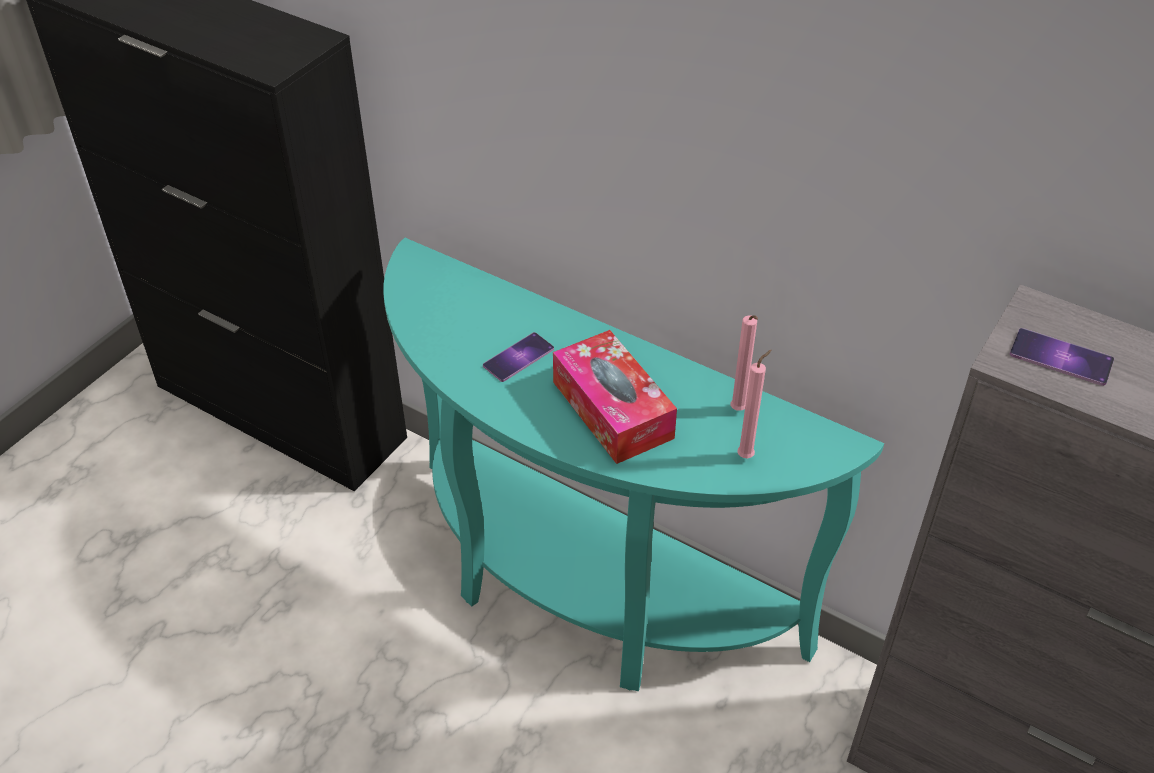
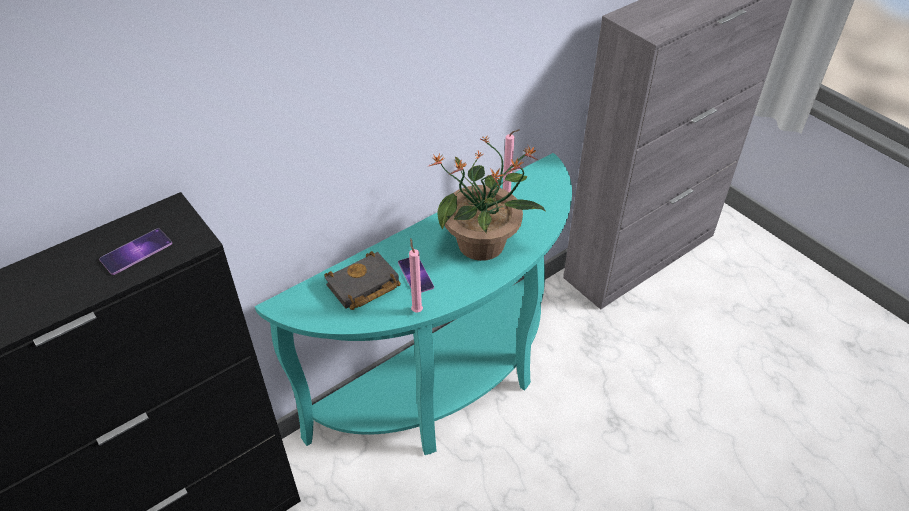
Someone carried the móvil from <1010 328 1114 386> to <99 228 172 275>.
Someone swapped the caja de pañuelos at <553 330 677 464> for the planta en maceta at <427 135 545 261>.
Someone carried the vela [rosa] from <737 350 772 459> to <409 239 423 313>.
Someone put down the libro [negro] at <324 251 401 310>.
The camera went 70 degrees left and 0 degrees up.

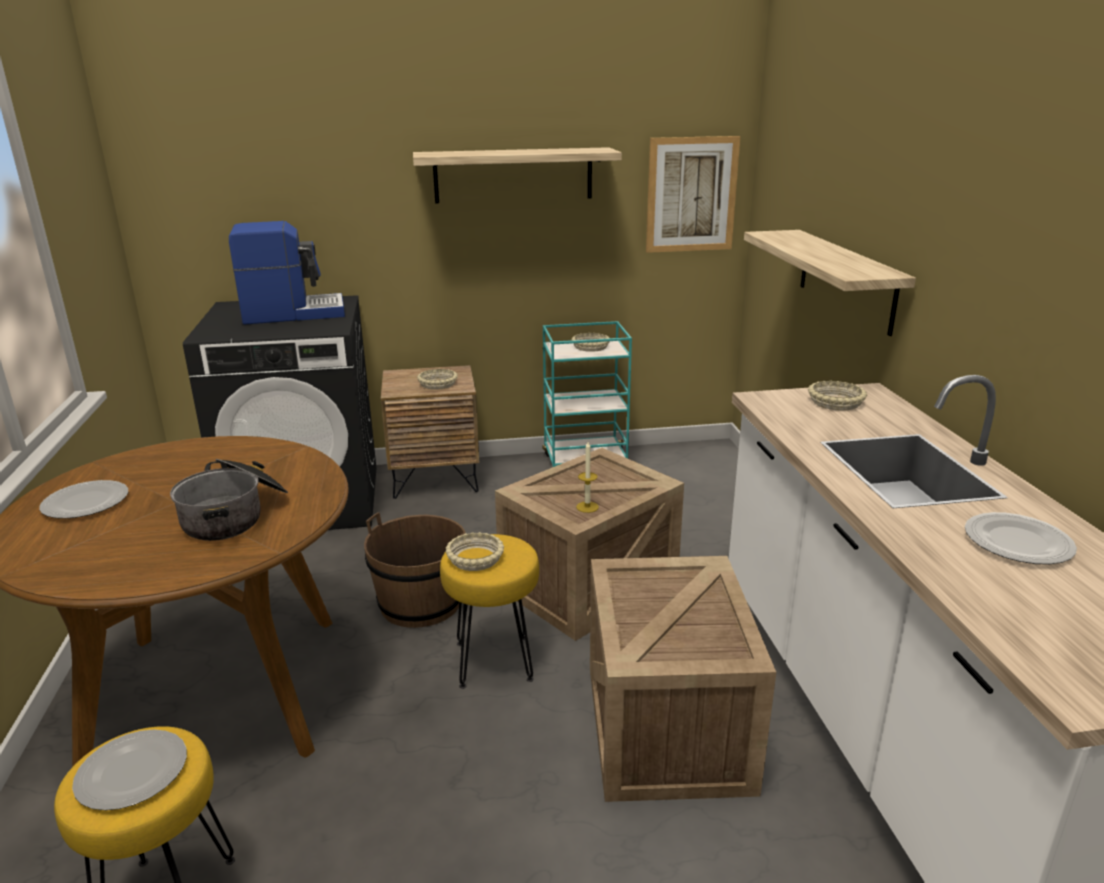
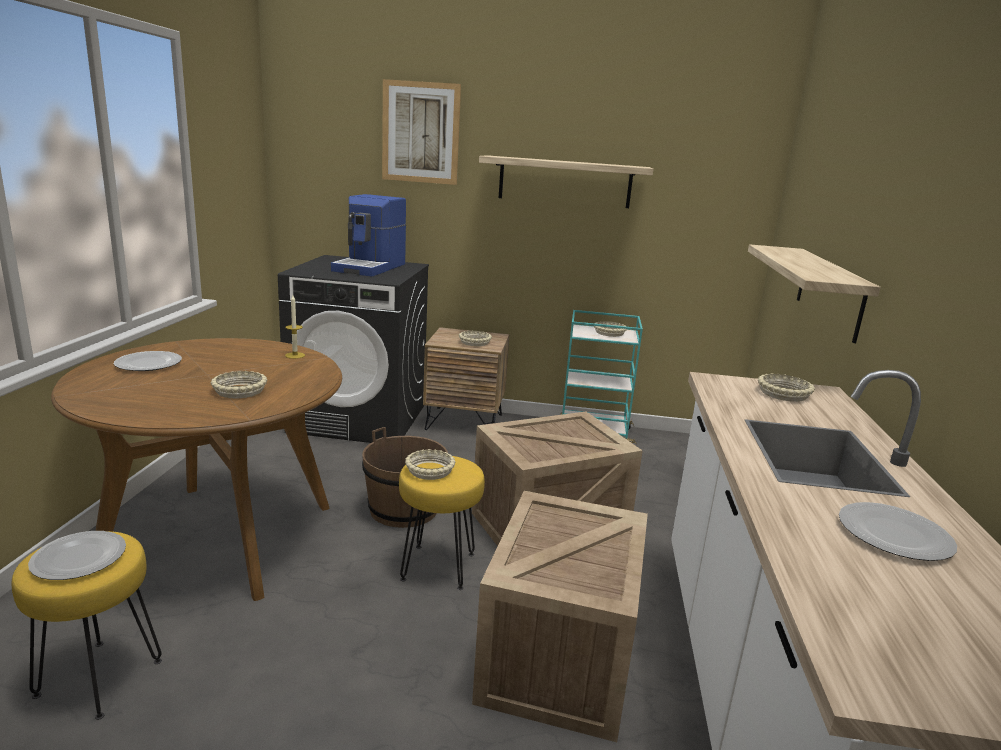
Someone carried the cuadro from <646 136 741 253> to <382 79 461 185>.
Someone rotated the cafetera at <229 221 345 325> by 105 degrees clockwise.
Someone carried the vela from <576 442 599 513> to <285 295 305 359>.
Someone swapped the olla at <170 459 288 541> for the cuenco [beis] at <211 371 267 398>.
The camera went 15 degrees right and 5 degrees down.

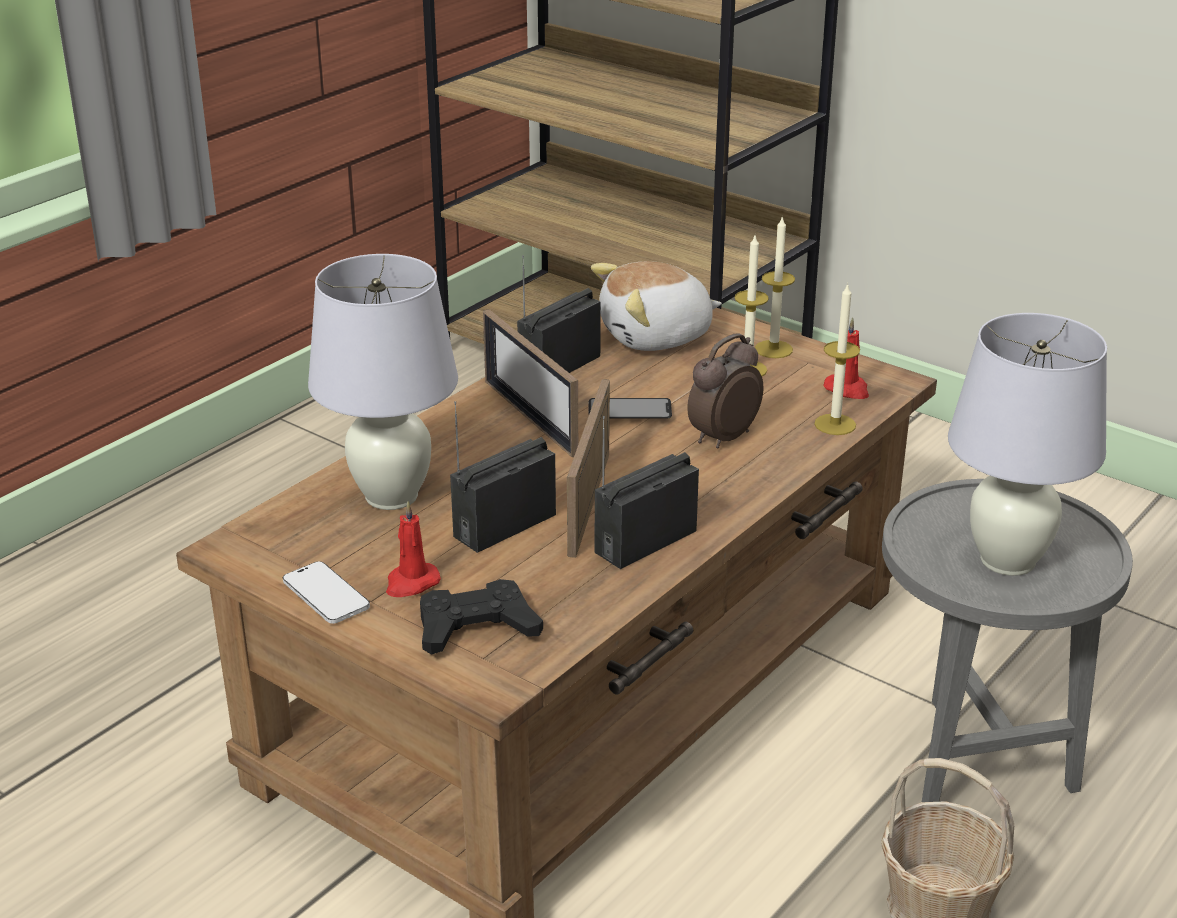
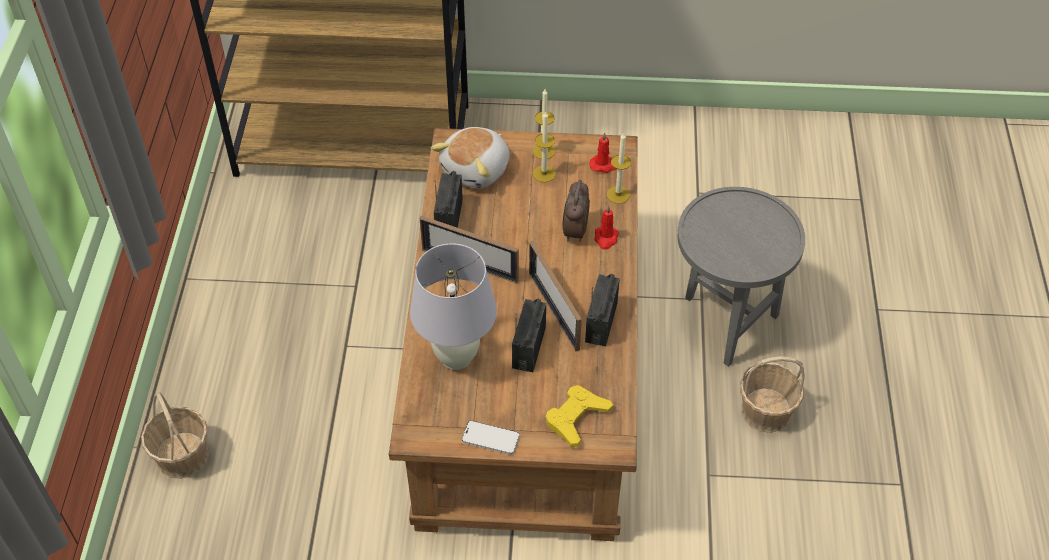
Someone took away the lámpara de mesa [blanco] at <948 313 1107 576>.
Someone took away the móvil at <589 398 672 418>.
Someone carried the vela [rojo] from <386 501 441 597> to <595 205 619 250>.
Someone repainted the mando de consola [negro] at <420 579 543 655>, which became the mando de consola [amarillo] at <546 385 613 447>.
Someone put down the cesta at <141 392 209 479>.
The camera went 35 degrees left and 20 degrees up.

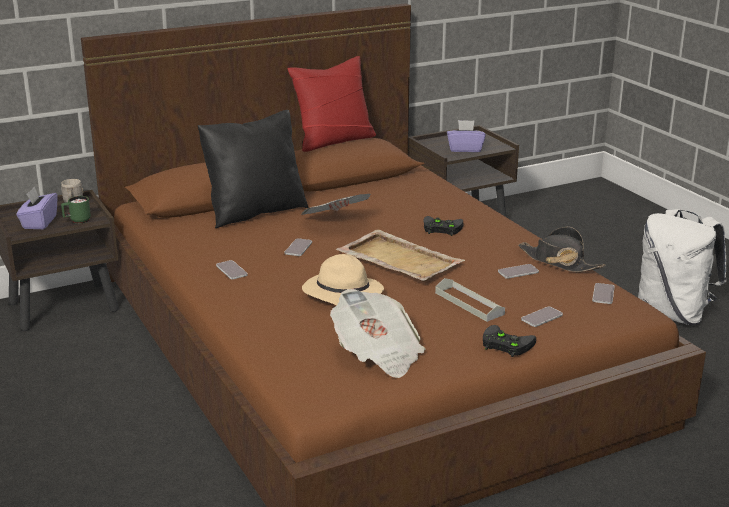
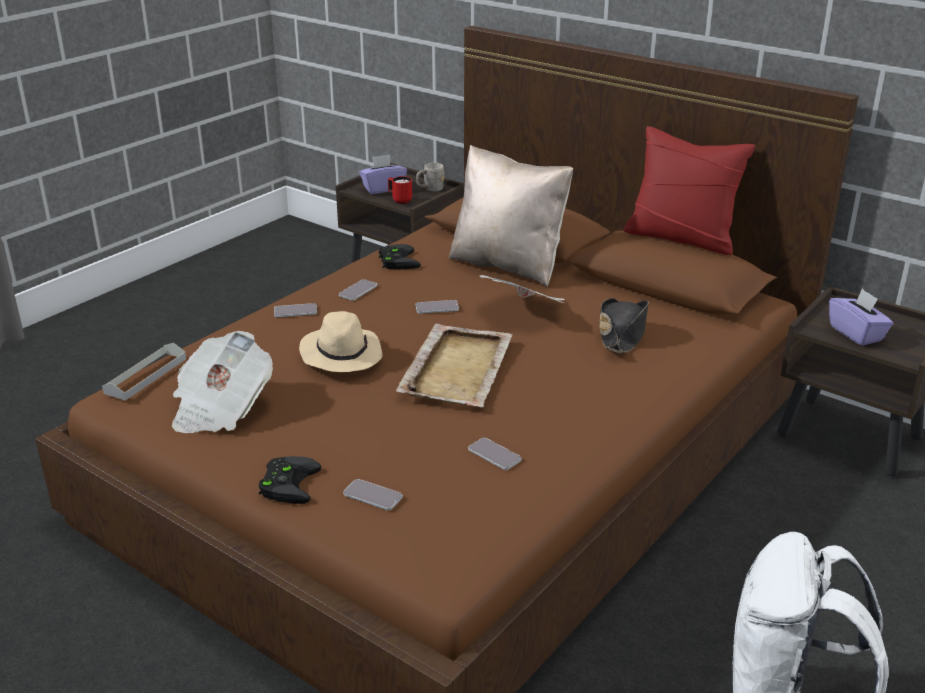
Someone repainted the cojín [negro] at <198 110 309 228>, which became the cojín [beis] at <449 145 573 287>.
Someone repainted the taza grande [verde] at <61 196 91 224>, which became the taza grande [rojo] at <388 176 412 204>.
Someone carried the mando de consola [negro] from <423 216 464 236> to <379 244 421 269>.
Someone carried the sombrero [negro] from <518 227 605 272> to <599 298 649 353>.
Someone carried the bandeja [gris] from <435 278 505 322> to <102 343 186 401>.
Someone carried the móvil from <592 283 615 304> to <274 303 317 317>.
The camera went 65 degrees right and 5 degrees up.

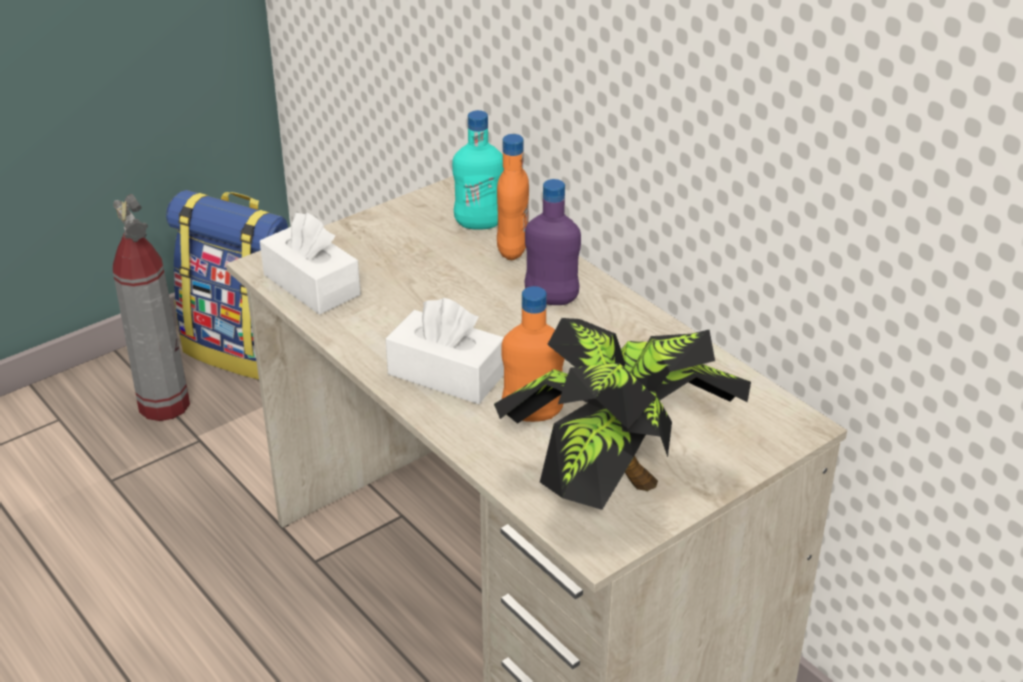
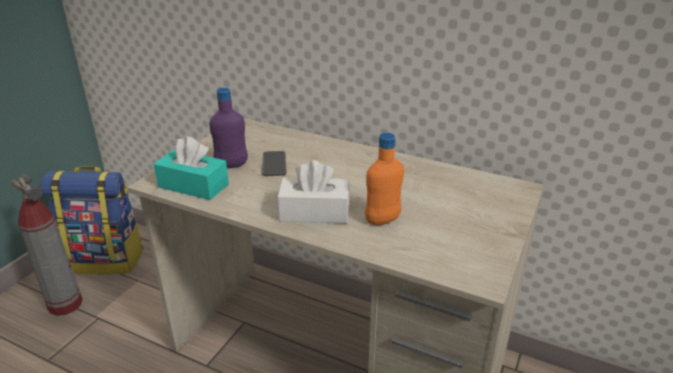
Someone took away the botella [turquesa] at <452 110 504 230>.
Someone took away the botella [naranja] at <497 134 529 260>.
Someone carried the botella [morado] from <525 179 581 305> to <209 88 248 168>.
Someone repainted the caja de pañuelos [blanco] at <260 212 361 315>, which became the caja de pañuelos [turquesa] at <154 136 229 200>.
Someone took away the planta en maceta at <494 318 751 510>.
Someone put down the móvil at <262 151 286 176>.
The camera went 25 degrees left and 5 degrees down.

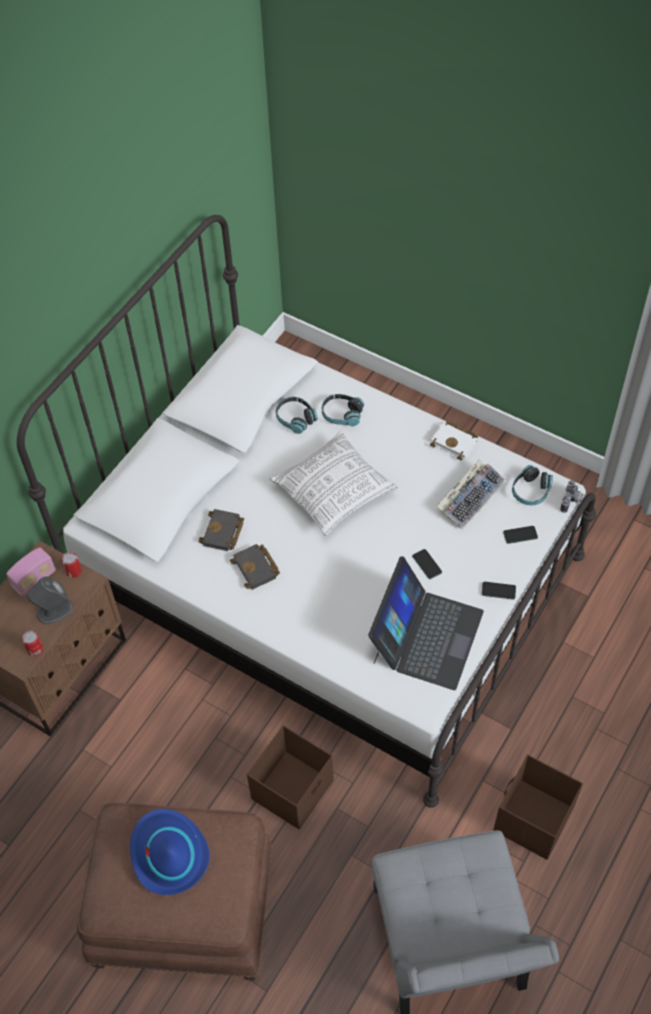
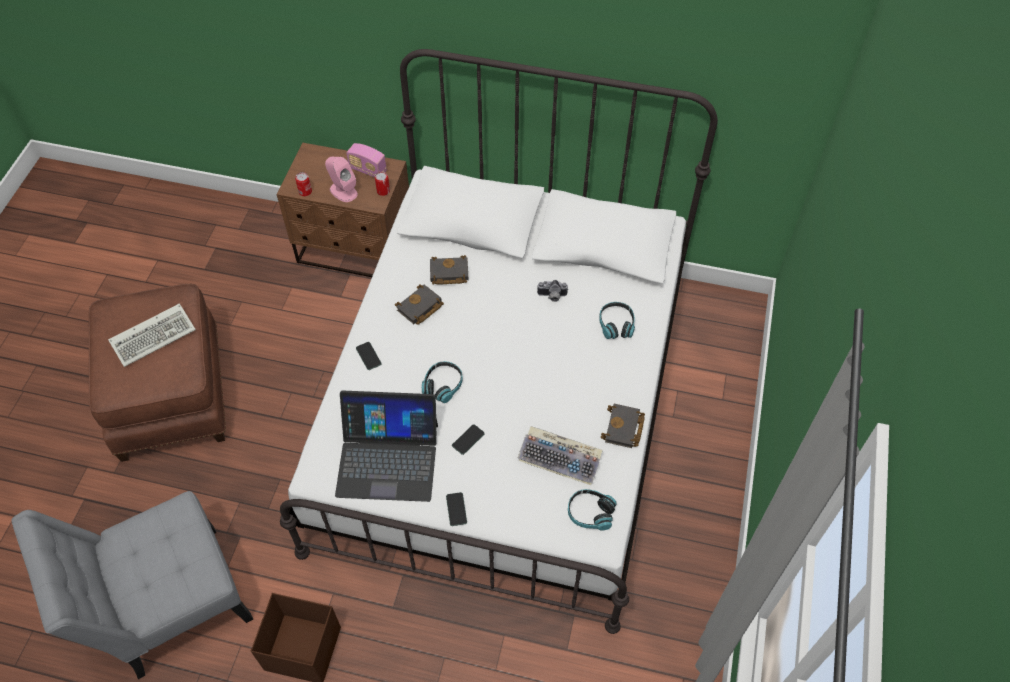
Someone carried the auriculares from <276 397 318 434> to <422 361 463 403>.
Someone repainted the libro [blanco] at <430 421 478 461>, which became the libro [negro] at <601 404 645 448>.
Someone took away the cojín at <269 431 398 536>.
Someone carried the cámara from <560 480 583 513> to <537 280 568 302>.
Someone carried the móvil from <503 526 538 544> to <356 342 382 370>.
Someone repainted the altavoz [gris] at <27 576 73 624>, which became the altavoz [rosa] at <325 157 358 202>.
Someone took away the caja de almacenaje [marrón] at <247 725 334 830>.
Someone swapped the sombrero [azul] at <130 809 210 895> for the teclado at <108 303 196 367>.
The camera went 70 degrees right and 0 degrees up.

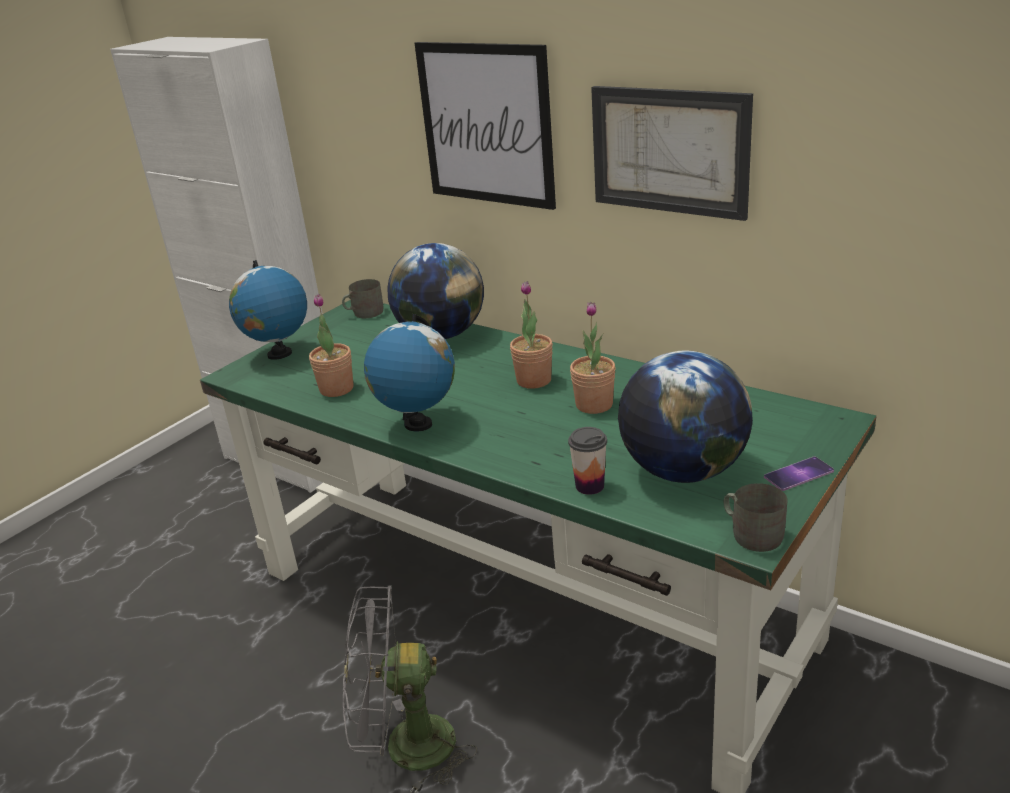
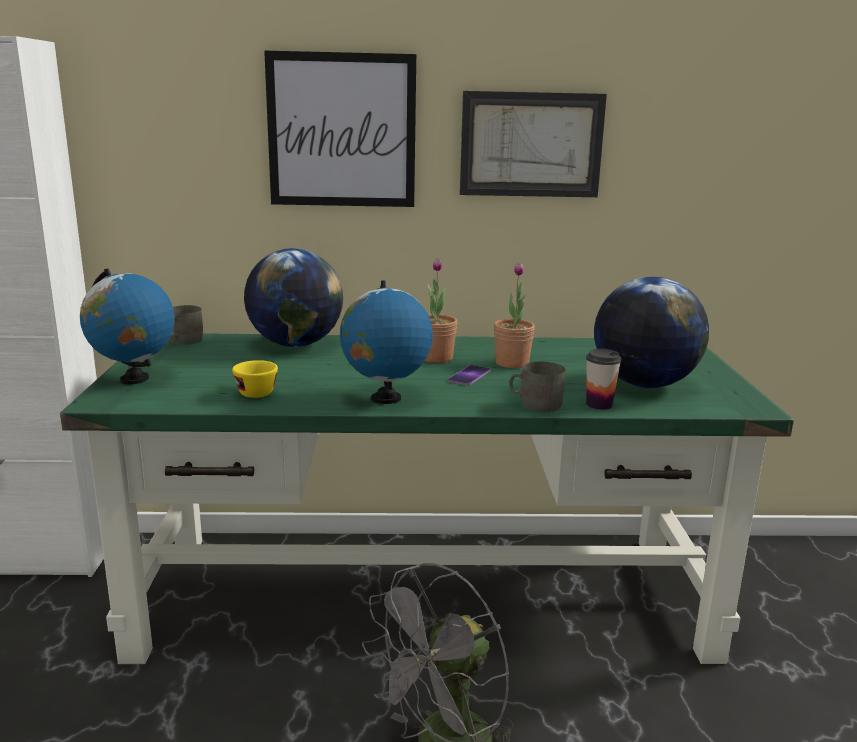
Someone swapped the planta en maceta at <309 293 354 397> for the taza [amarillo] at <232 360 278 398>.
Someone carried the móvil from <764 456 834 491> to <448 365 491 386>.
Someone carried the taza grande [gris] from <724 483 787 552> to <509 362 566 412>.
The camera went 40 degrees left and 10 degrees down.

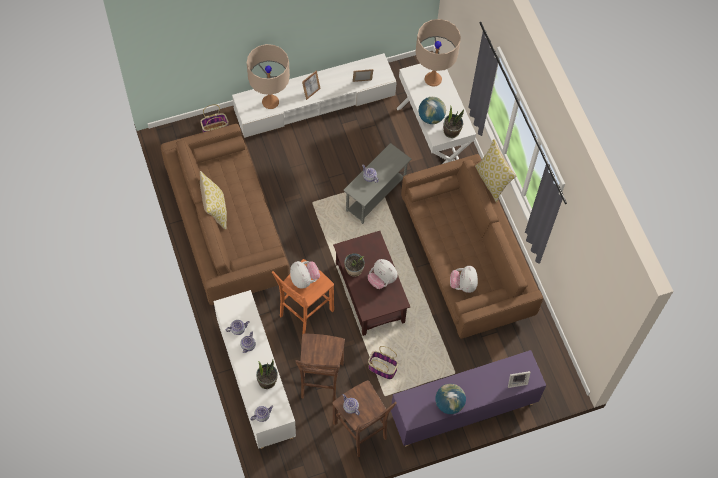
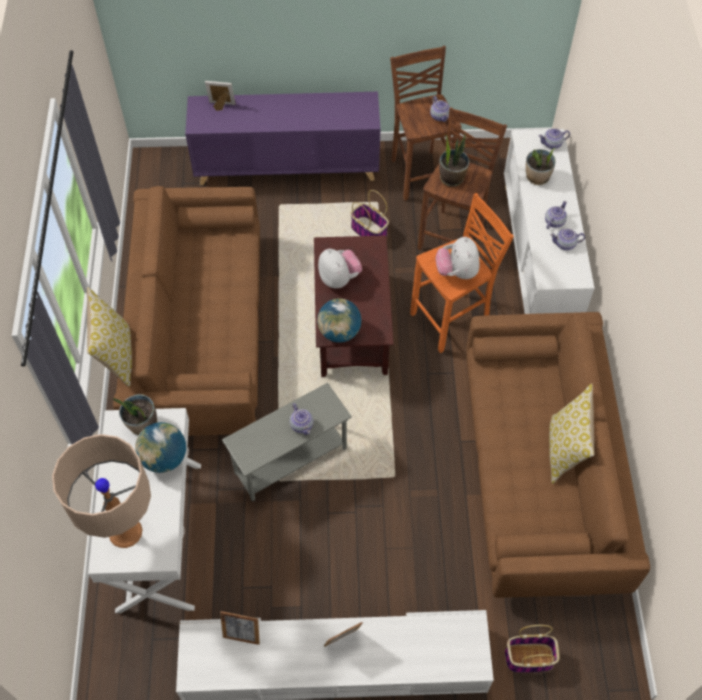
Someone took away the lámpara de mesa [beis] at <247 44 290 109>.
Someone carried the planta en maceta from <344 253 365 277> to <439 134 469 187>.
Someone took away the peluche at <450 266 478 293>.
Someone carried the globo terráqueo from <435 384 466 414> to <317 298 361 343>.
The camera went 160 degrees left and 5 degrees down.

